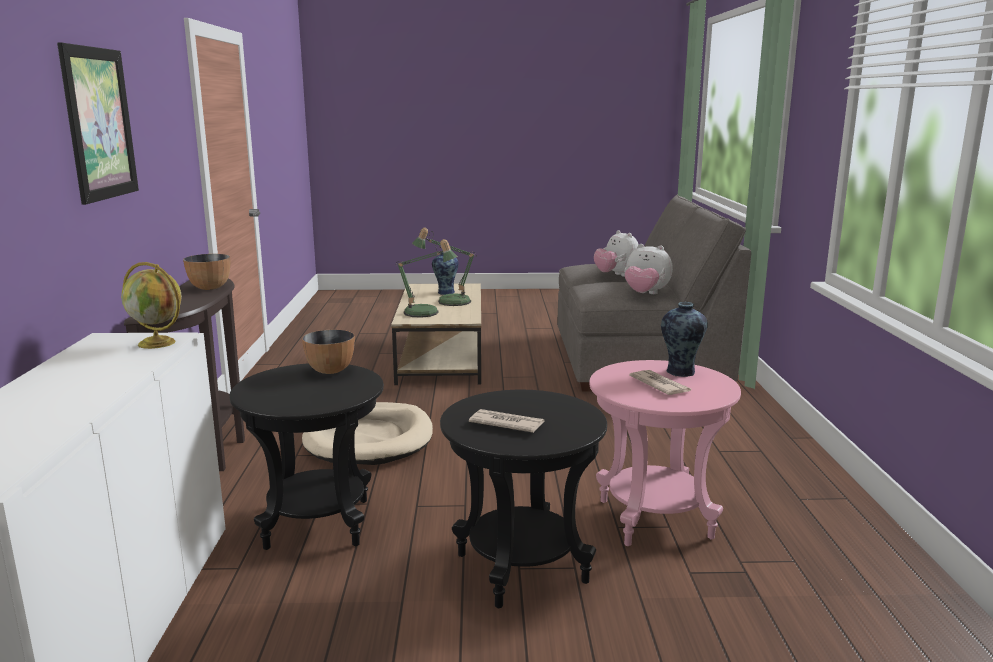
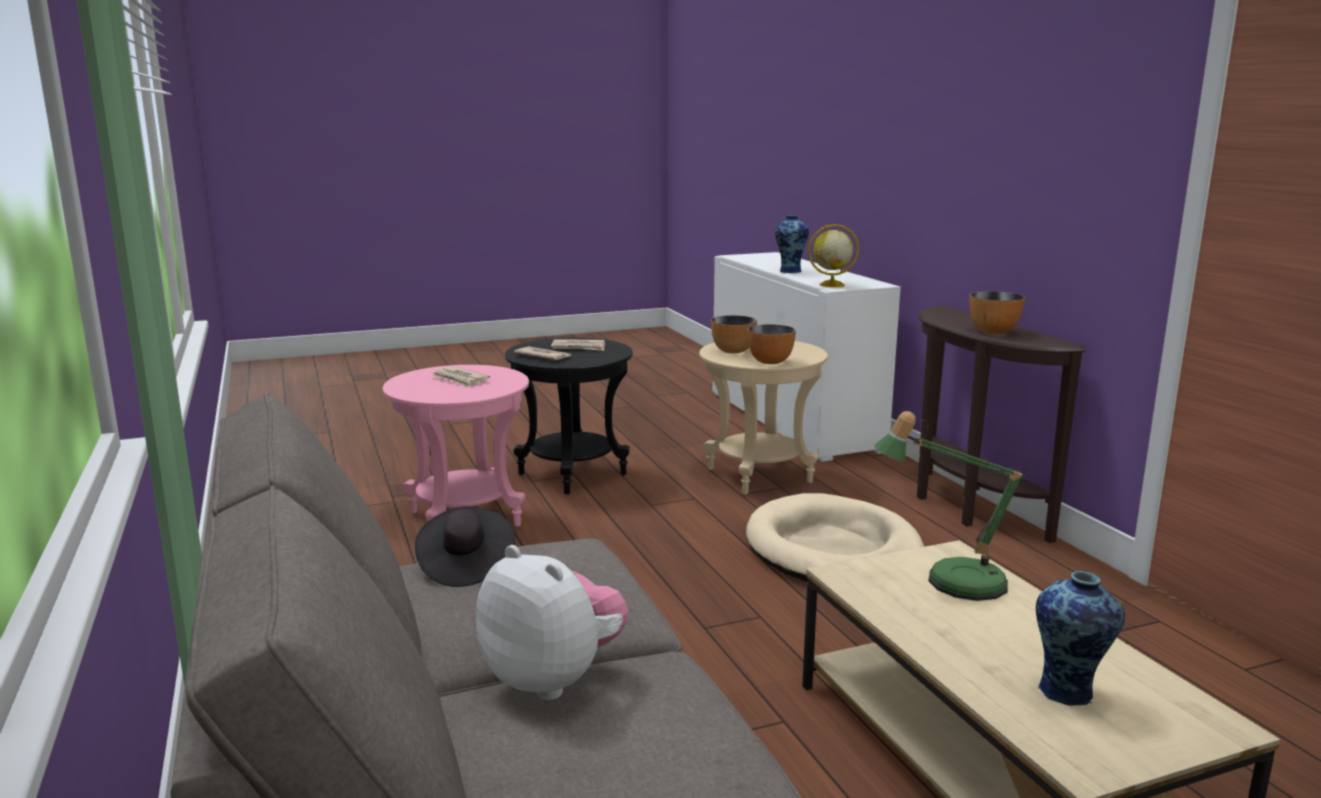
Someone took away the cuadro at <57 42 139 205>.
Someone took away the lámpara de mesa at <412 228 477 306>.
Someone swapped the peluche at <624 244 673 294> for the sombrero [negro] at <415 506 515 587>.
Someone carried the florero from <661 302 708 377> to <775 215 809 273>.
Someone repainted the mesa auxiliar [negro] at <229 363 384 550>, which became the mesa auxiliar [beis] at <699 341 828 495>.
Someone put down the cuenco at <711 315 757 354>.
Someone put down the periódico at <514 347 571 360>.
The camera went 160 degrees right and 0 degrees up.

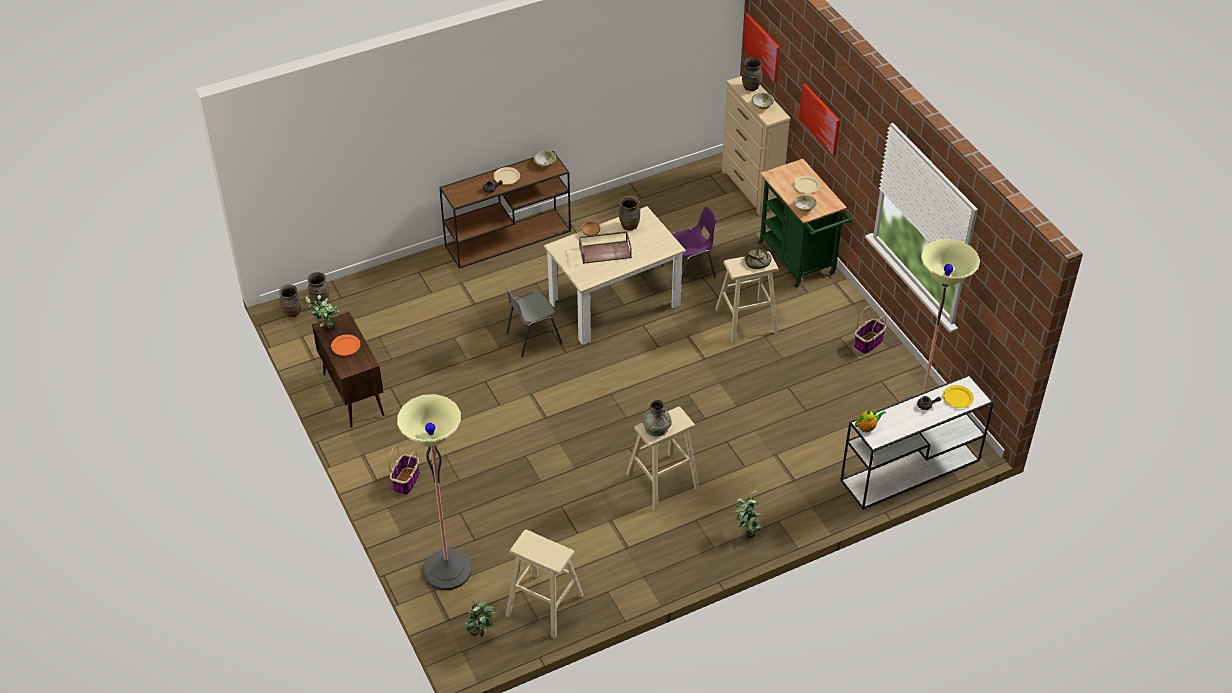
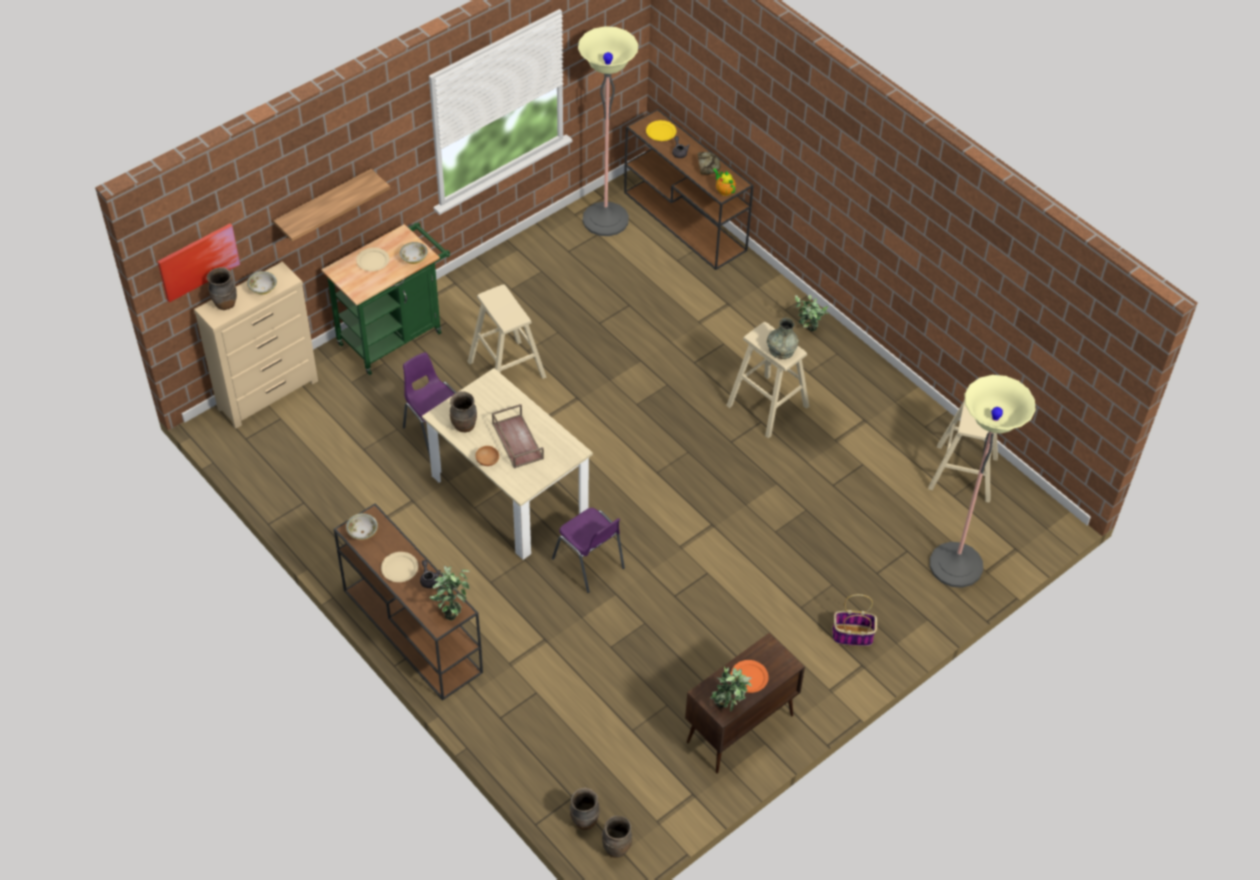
Someone swapped the cuadro at <799 84 840 155> for the estante at <273 169 390 241>.
Someone carried the pan from <745 249 772 269> to <698 152 721 175>.
Someone repainted the silla [gris] at <505 285 563 357>, which became the silla [morado] at <552 508 625 593>.
Someone took away the cesta at <854 306 886 354>.
Someone repainted the mesa consola [blanco] at <840 375 994 510>, which became the mesa consola [marrón] at <624 109 754 270>.
Someone carried the planta en maceta from <464 600 495 638> to <429 566 470 621>.
The camera went 105 degrees left and 5 degrees up.

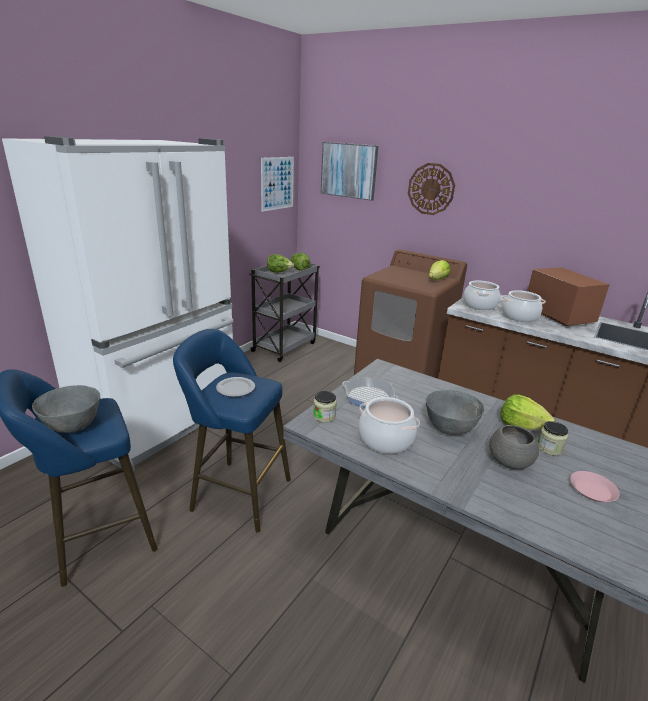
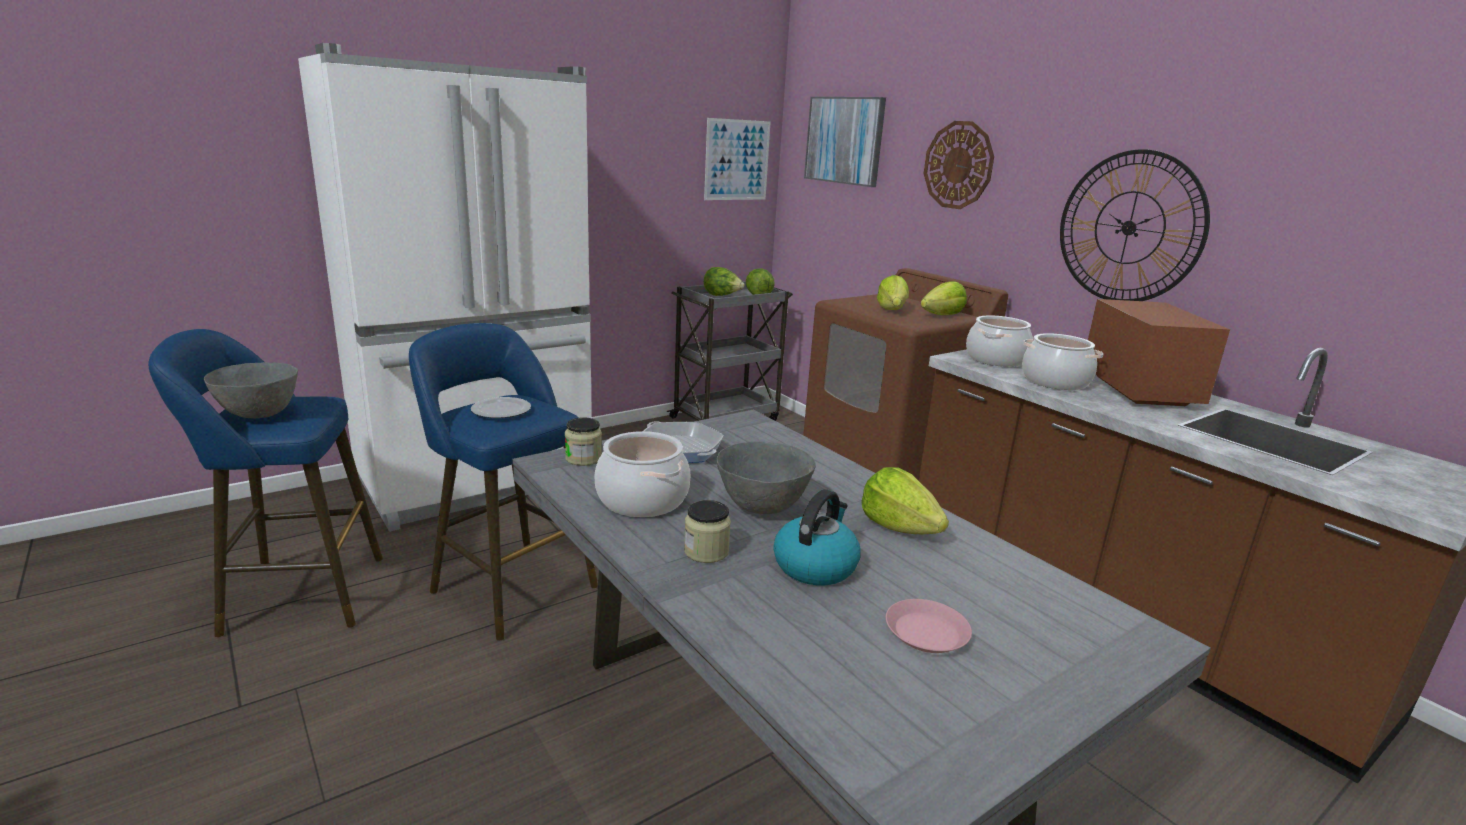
Someone carried the tarro from <538 421 568 456> to <684 500 731 563>.
Someone swapped the cuenco [gris] at <489 425 539 469> for the hervidor at <773 489 860 585>.
Someone put up the reloj de pared at <1060 149 1210 301>.
Someone put down the lechuga at <877 275 909 310>.
The camera went 20 degrees right and 5 degrees down.

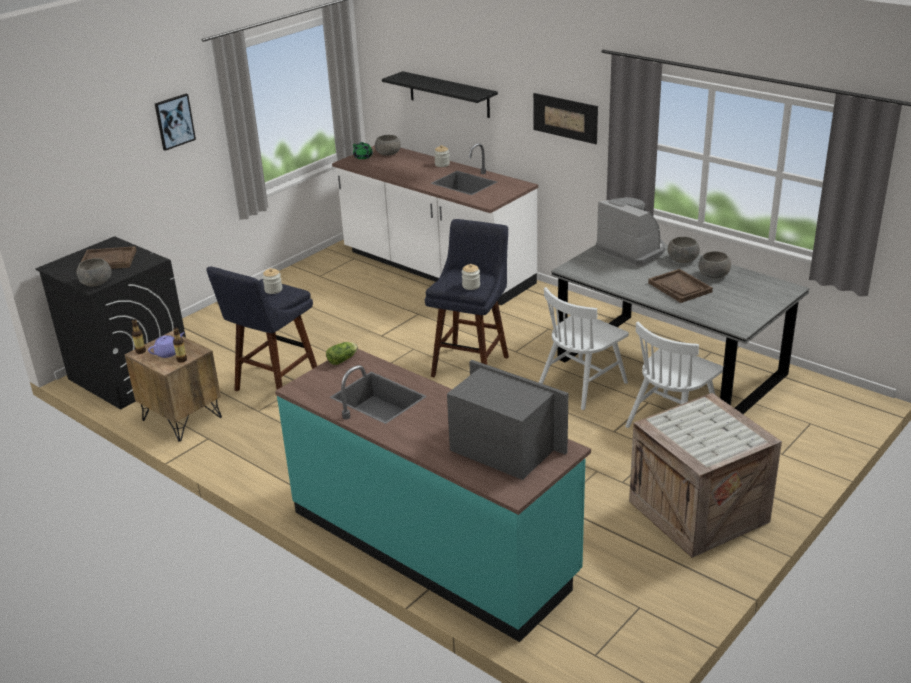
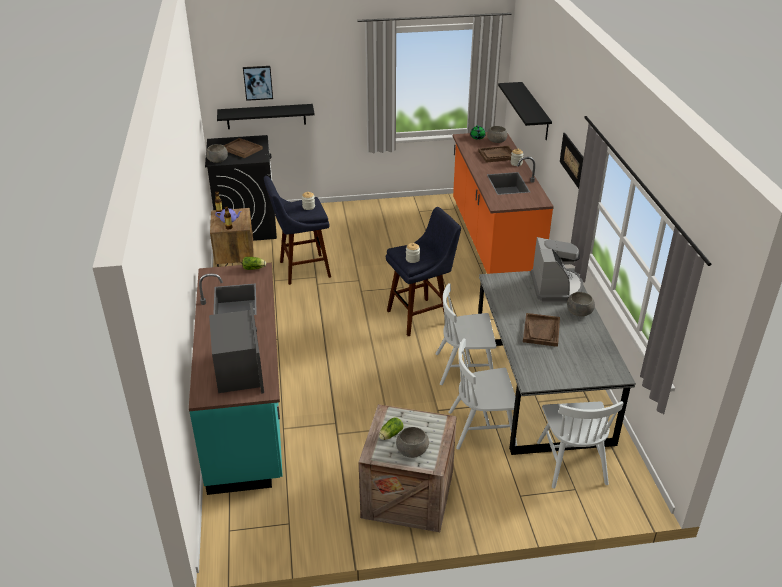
Someone carried the cuadro from <155 94 196 151> to <243 66 273 101>.
Someone repainted the mueble bajo de cocina [blanco] at <332 143 538 305>, which became the mueble bajo de cocina [naranja] at <453 132 554 274>.
Someone carried the cuenco [gris] from <698 251 731 279> to <396 427 429 458>.
Someone put up the estante [negro] at <217 104 315 129>.
Someone put down the bandeja [marrón] at <478 145 513 163>.
Someone put down the silla [blanco] at <537 401 623 489>.
Someone put down the lechuga at <379 417 404 440>.
The camera went 40 degrees right and 5 degrees up.

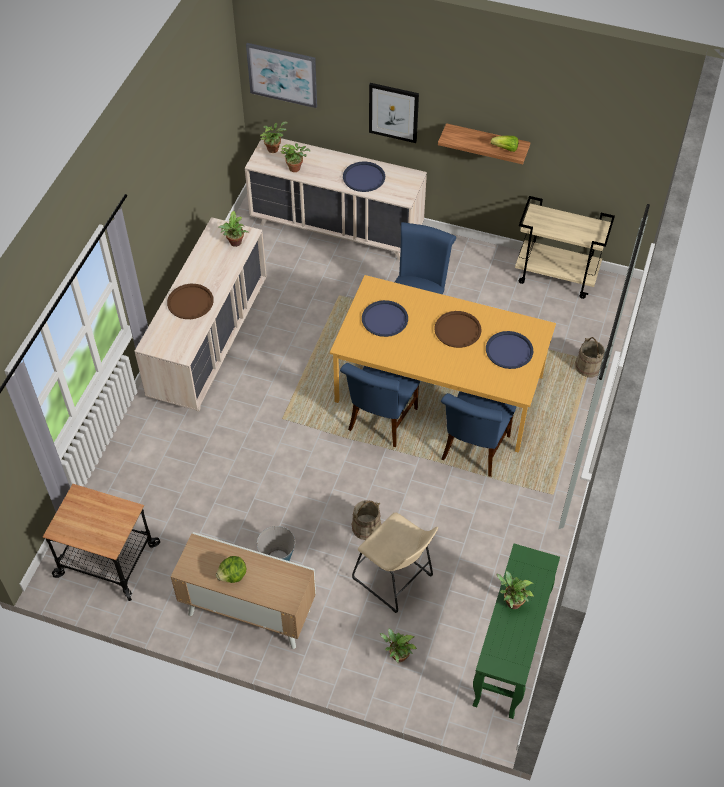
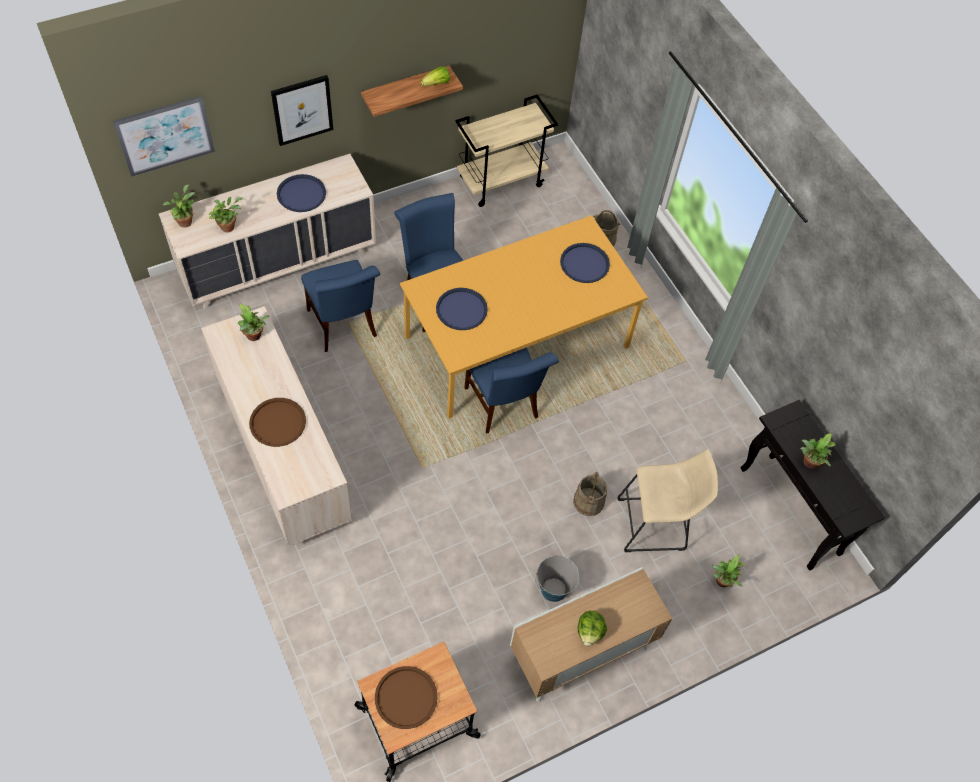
Someone carried the bandeja [marrón] from <434 311 482 348> to <375 666 438 729>.
Someone carried the silla [azul] from <441 391 516 477> to <301 260 380 352>.
Someone repainted the mesa consola [verde] at <473 544 560 719>, which became the mesa consola [negro] at <740 400 885 571>.
The camera went 50 degrees left and 5 degrees up.

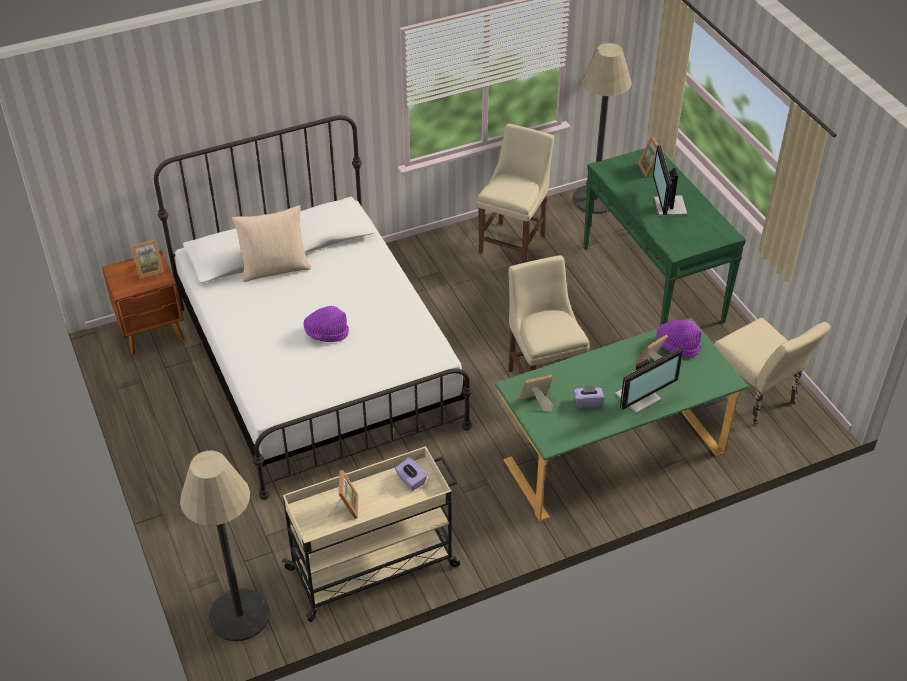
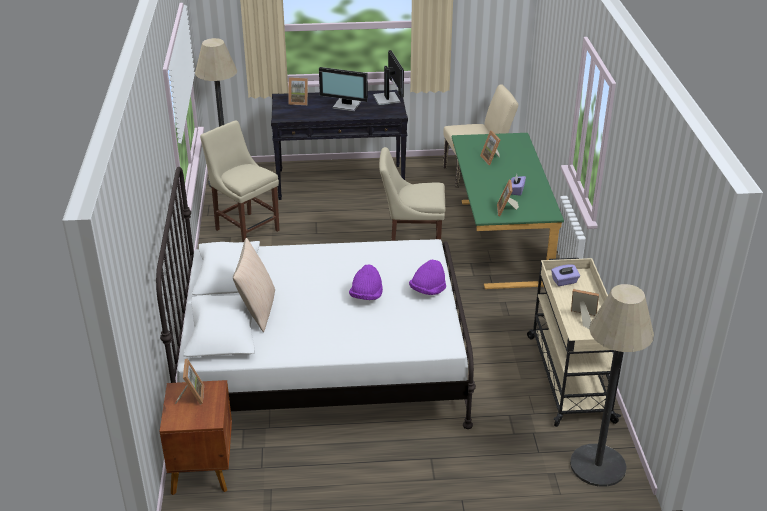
Someone repainted the mesa consola [verde] at <583 148 746 325>, which became the mesa consola [negro] at <271 90 408 200>.
Someone carried the sombrero [morado] from <656 320 701 357> to <409 259 446 295>.
Someone carried the monitor from <615 348 683 414> to <373 50 404 105>.
The camera went 70 degrees left and 10 degrees down.

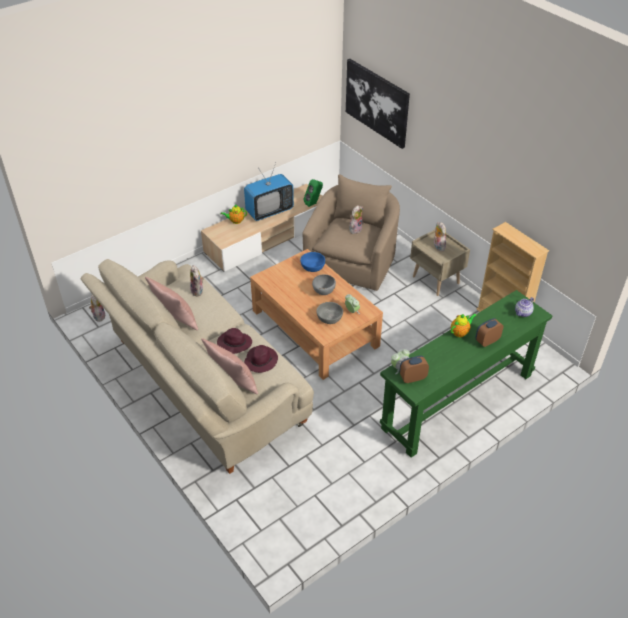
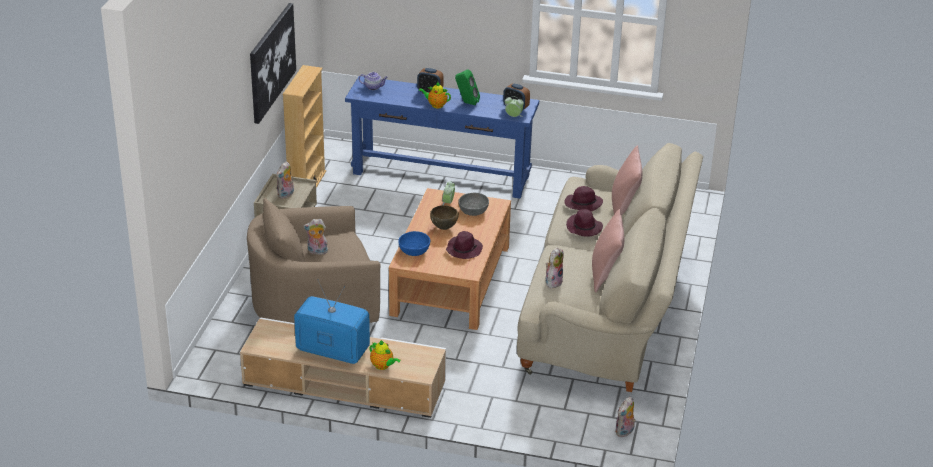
Someone carried the cuadro from <346 59 410 149> to <250 3 296 124>.
Someone carried the altavoz [verde] from <303 179 323 207> to <455 69 480 105>.
Someone repainted the cuenco [gris] at <312 274 336 295>, which became the cuenco [marrón] at <430 205 459 230>.
Someone repainted the mesa consola [verde] at <380 290 552 457>, which became the mesa consola [azul] at <345 76 539 198>.
Someone put down the sombrero [morado] at <446 231 483 259>.
The camera went 130 degrees left and 10 degrees down.

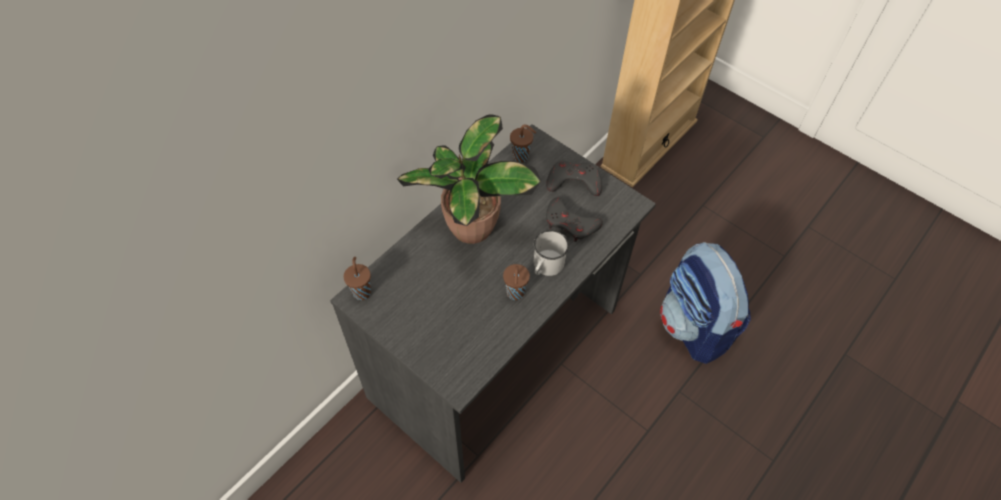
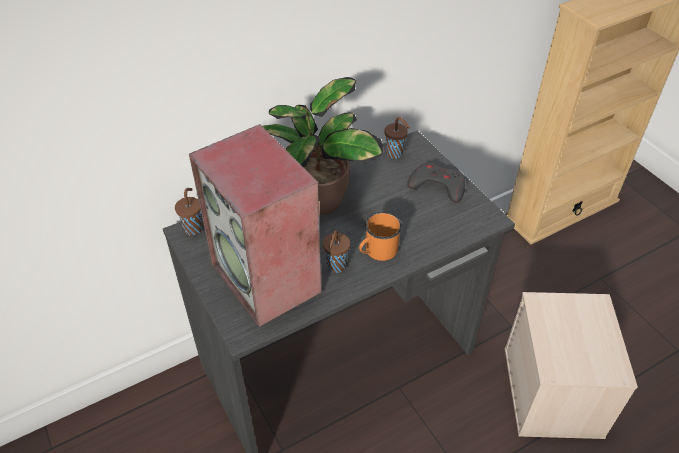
Someone took away the mando de consola [gris] at <546 198 603 242>.
Someone repainted the taza grande [blanco] at <534 230 569 276>, which became the taza grande [naranja] at <359 212 402 261>.
Someone swapped the mochila at <660 242 751 364> for the caja de almacenaje [beis] at <505 292 638 439>.
Someone put down the altavoz at <189 124 321 327>.
The camera went 20 degrees right and 10 degrees down.

